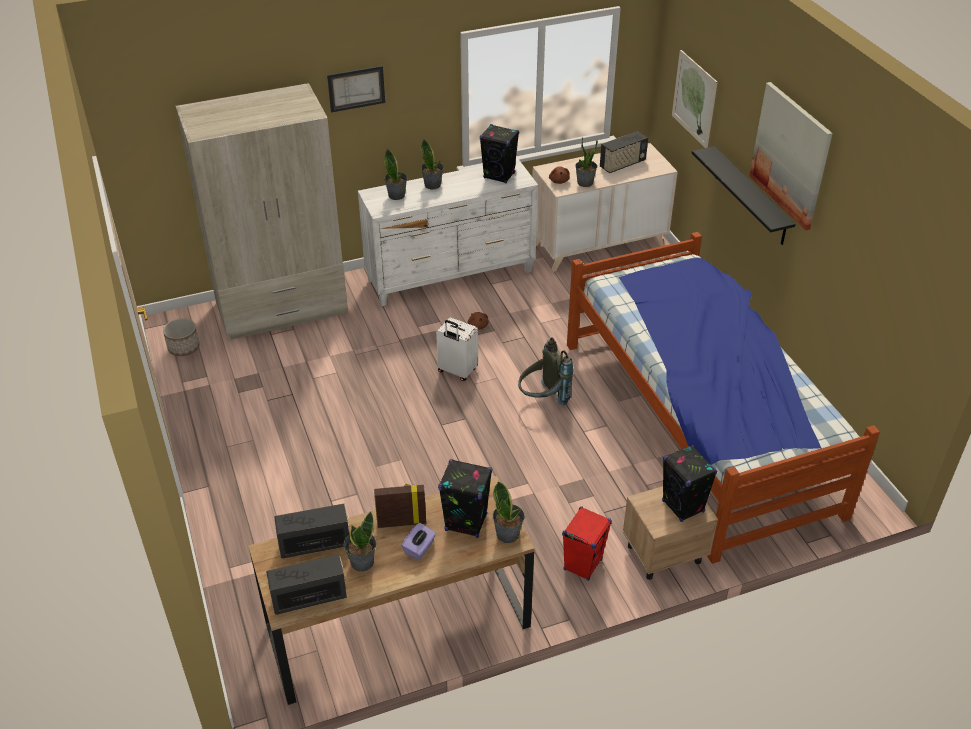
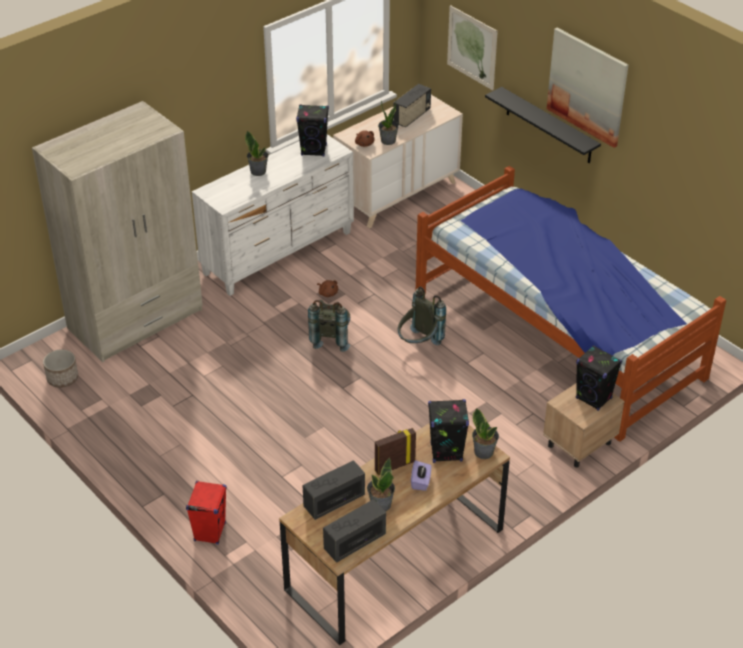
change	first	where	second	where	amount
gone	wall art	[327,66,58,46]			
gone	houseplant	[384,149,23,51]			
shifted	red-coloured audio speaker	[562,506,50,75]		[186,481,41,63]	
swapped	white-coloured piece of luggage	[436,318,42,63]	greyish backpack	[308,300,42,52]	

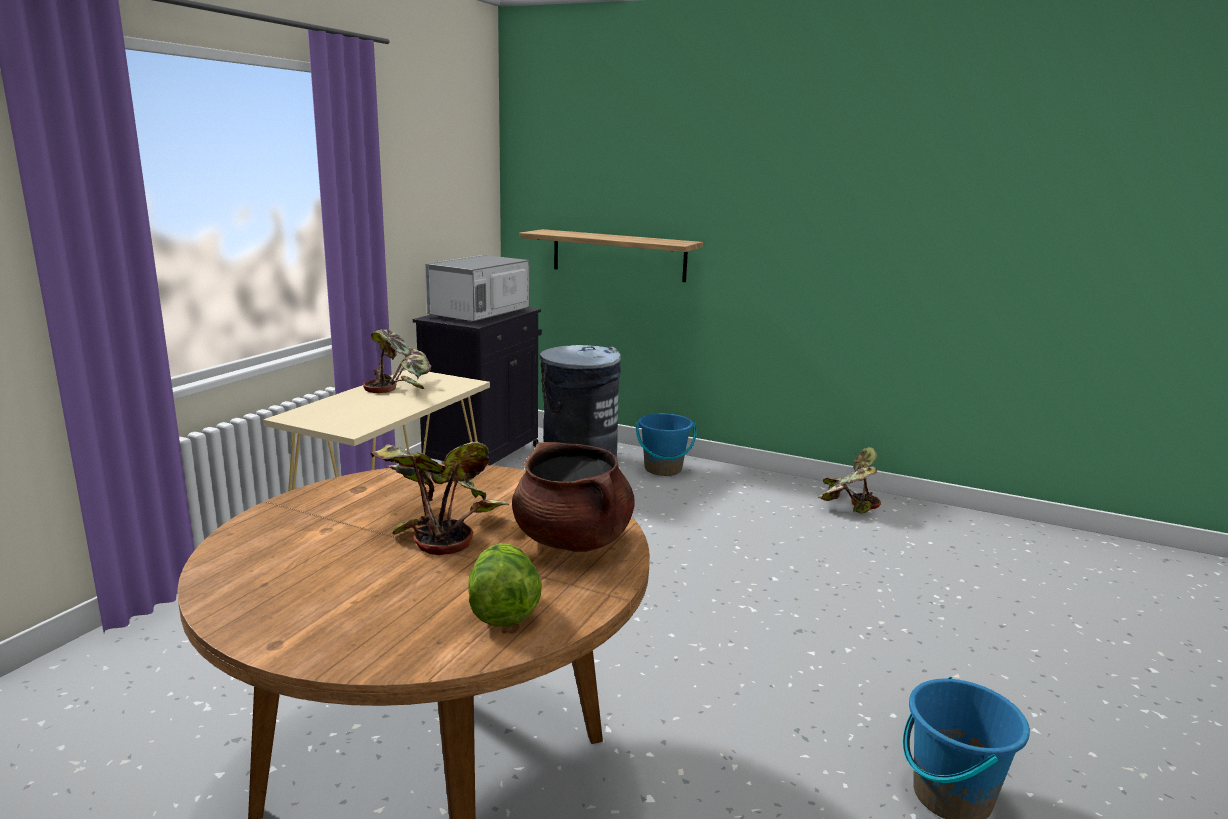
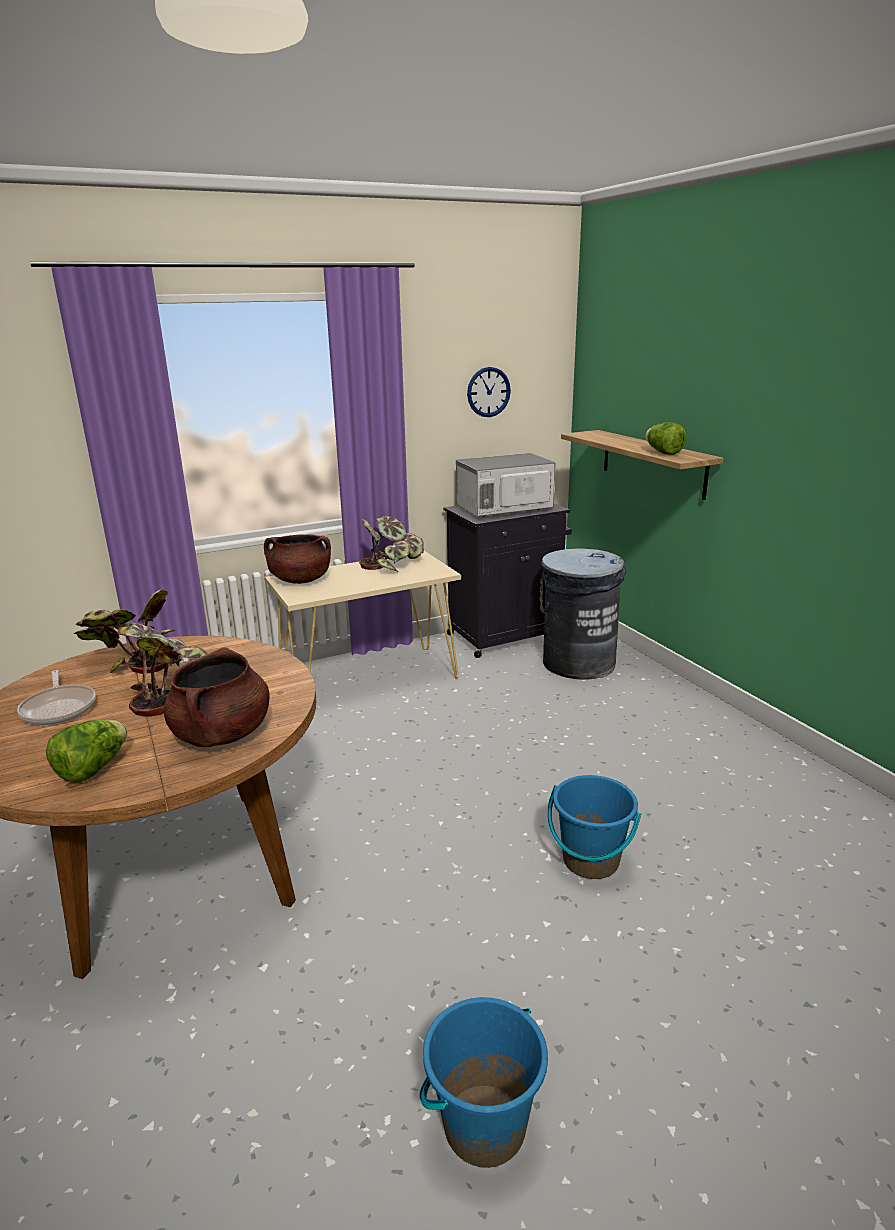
change	first	where	second	where	amount
new			frying pan	[17,670,79,55]	
new			brown saucepot	[264,534,67,50]	
new			clock on the wall	[467,367,44,50]	
new			lettuce	[645,422,41,33]	
shifted	blue-coloured bucket	[635,413,61,63]		[547,775,94,104]	
shifted	houseplant	[817,447,64,66]		[74,589,101,85]	

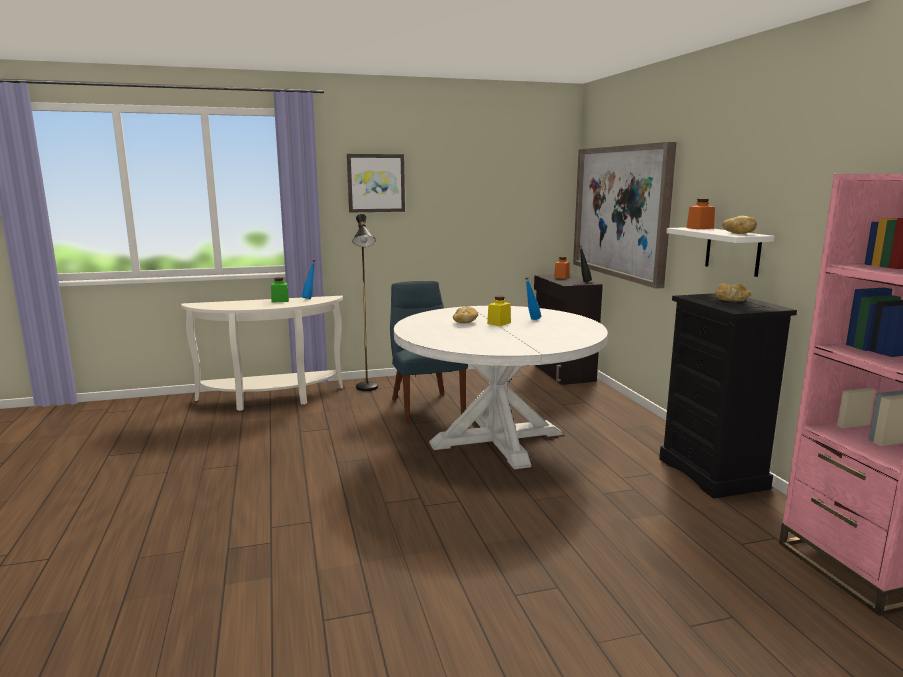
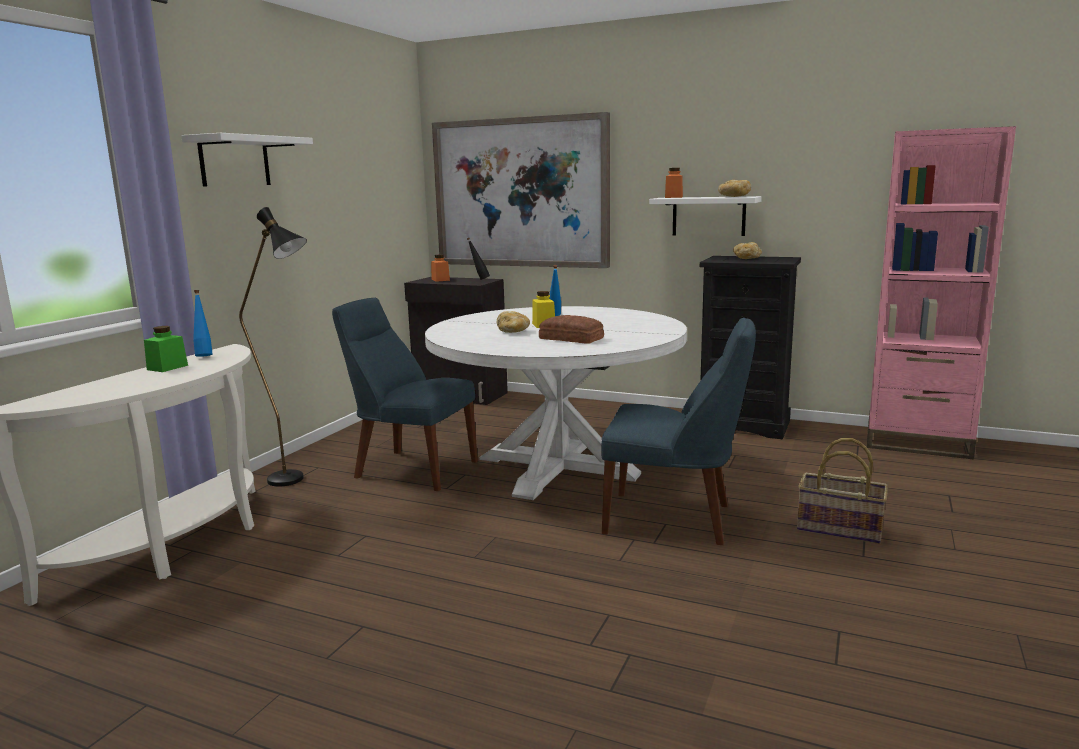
change	first	where	second	where	amount
new			baked bread	[539,315,65,29]	
new			blue-coloured plain chair	[601,317,155,228]	
new			basket	[797,438,91,106]	
swapped	wall art	[347,154,58,59]	white-coloured bracket shelf	[181,133,132,54]	

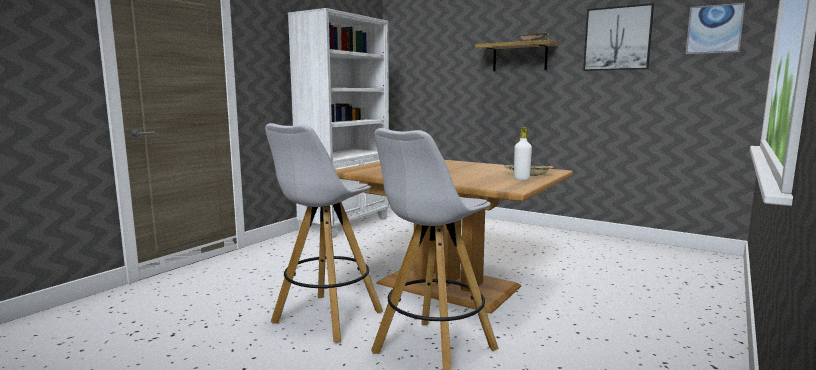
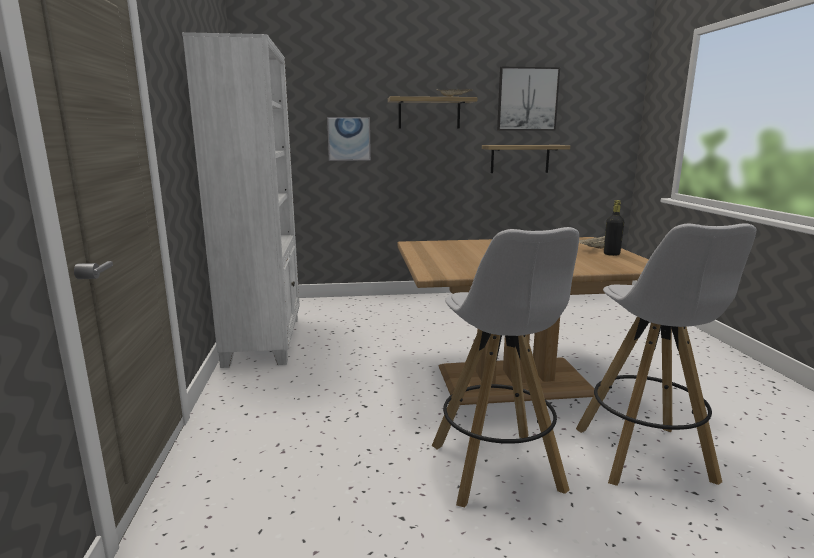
change	first	where	second	where	amount
new			bracket shelf	[482,145,88,28]	
shifted	wall art	[686,3,59,51]		[327,117,44,44]	
repainted	white-coloured drink bottle	[514,127,18,53]	black-coloured drink bottle	[604,200,20,56]	

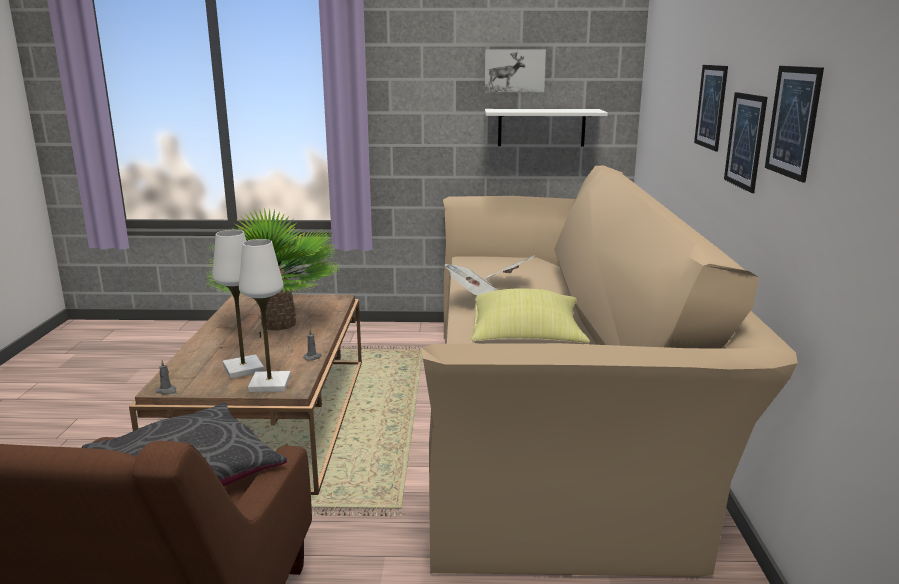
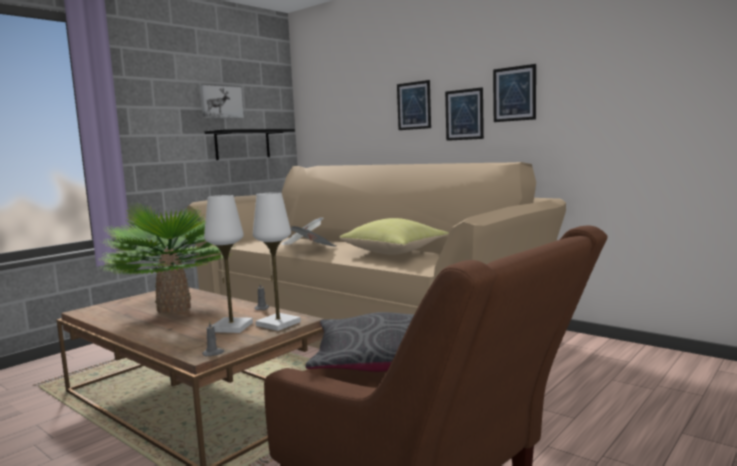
change	first	where	second	where	amount
repainted	white-coloured bracket shelf	[485,109,123,38]	black-coloured bracket shelf	[205,129,90,31]	

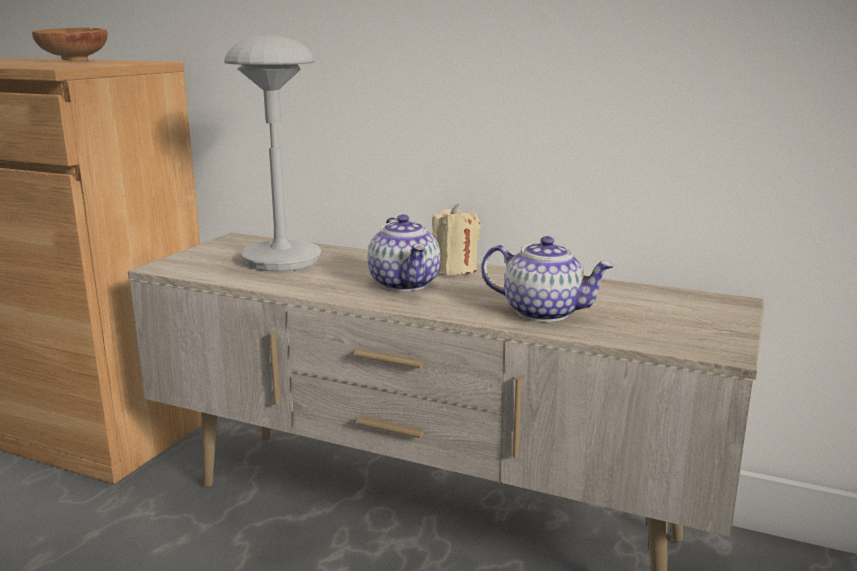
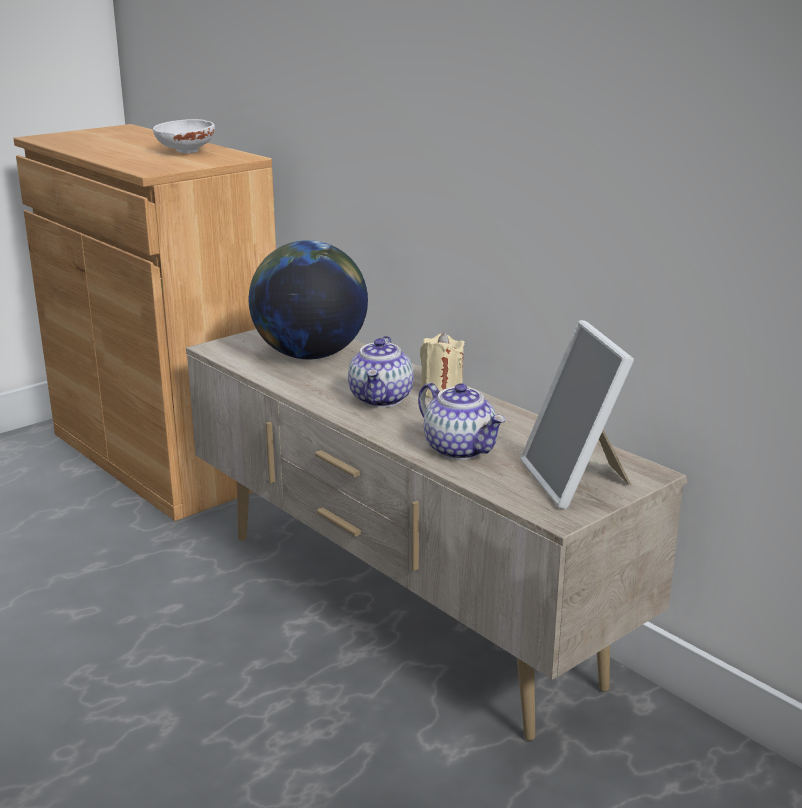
change	first	where	second	where	amount
new			photo frame	[521,320,113,189]	
swapped	greyish table lamp	[224,35,98,237]	globe	[249,240,119,120]	
repainted	brown bowl	[32,27,76,34]	white-coloured bowl	[153,119,62,34]	

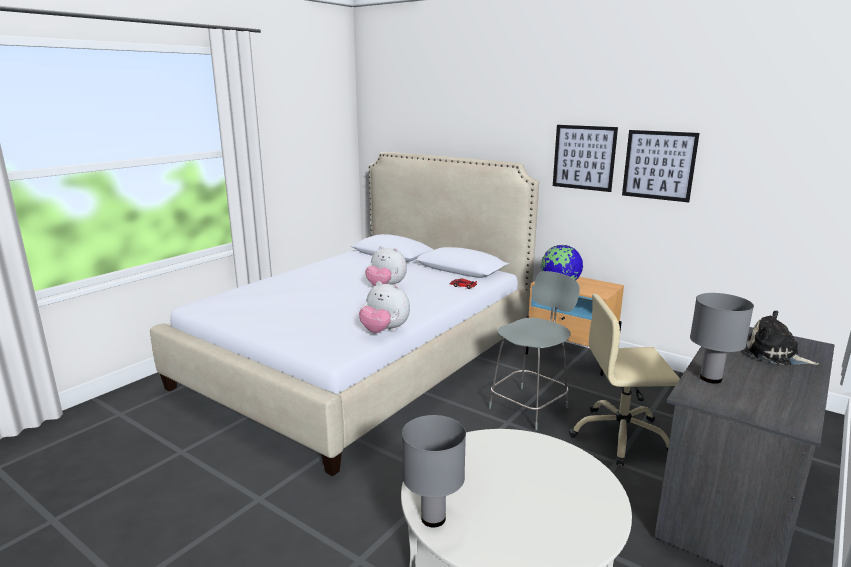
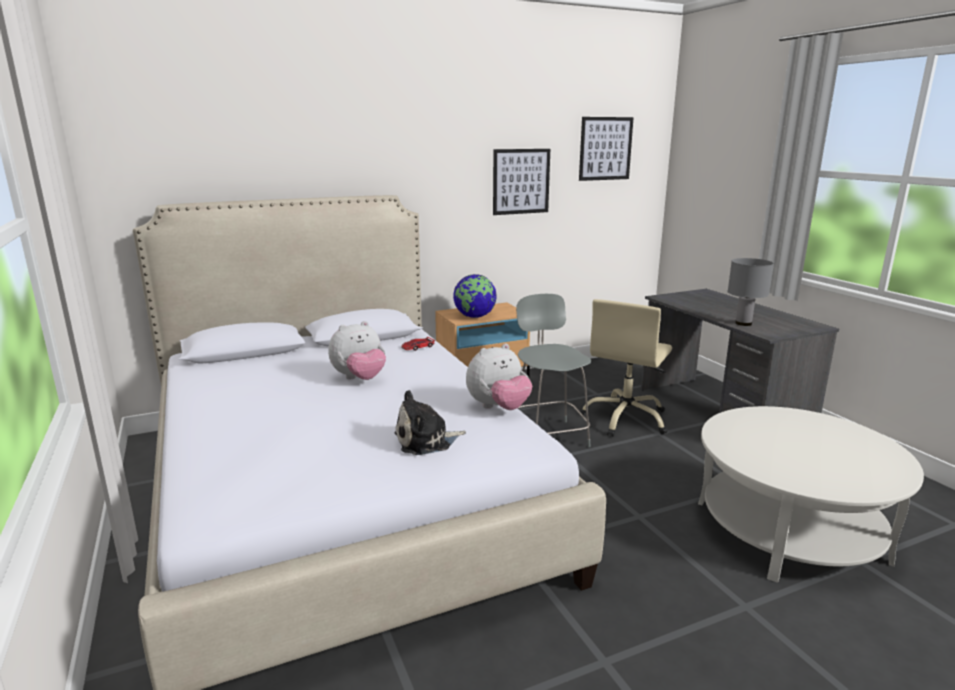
change	first	where	second	where	amount
gone	greyish table lamp	[402,415,64,112]			
shifted	wall art	[553,125,65,67]		[579,117,55,64]	
shifted	soft toy	[745,311,74,55]		[394,390,72,65]	

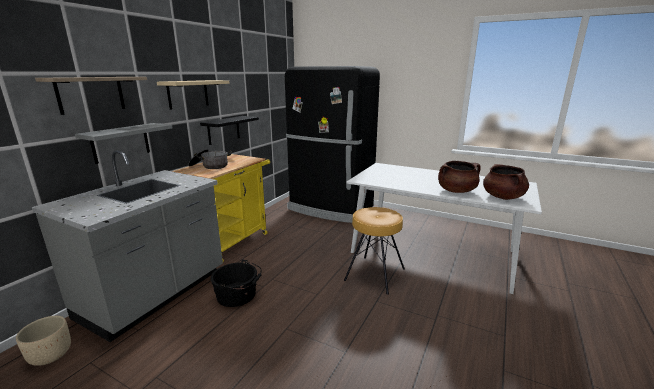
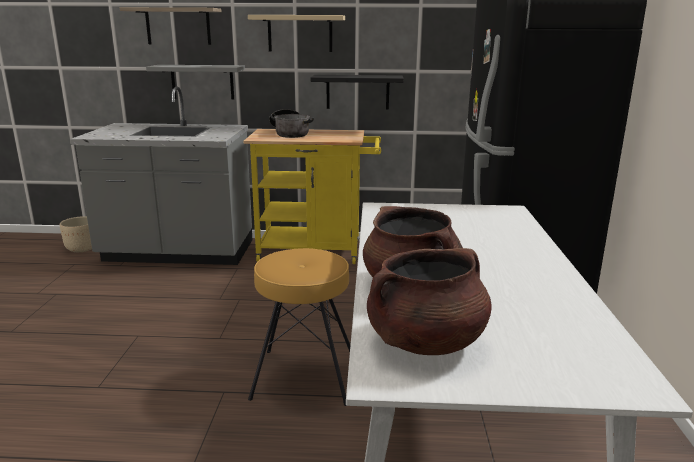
change	first	where	second	where	amount
gone	black-coloured bucket	[211,259,51,48]			

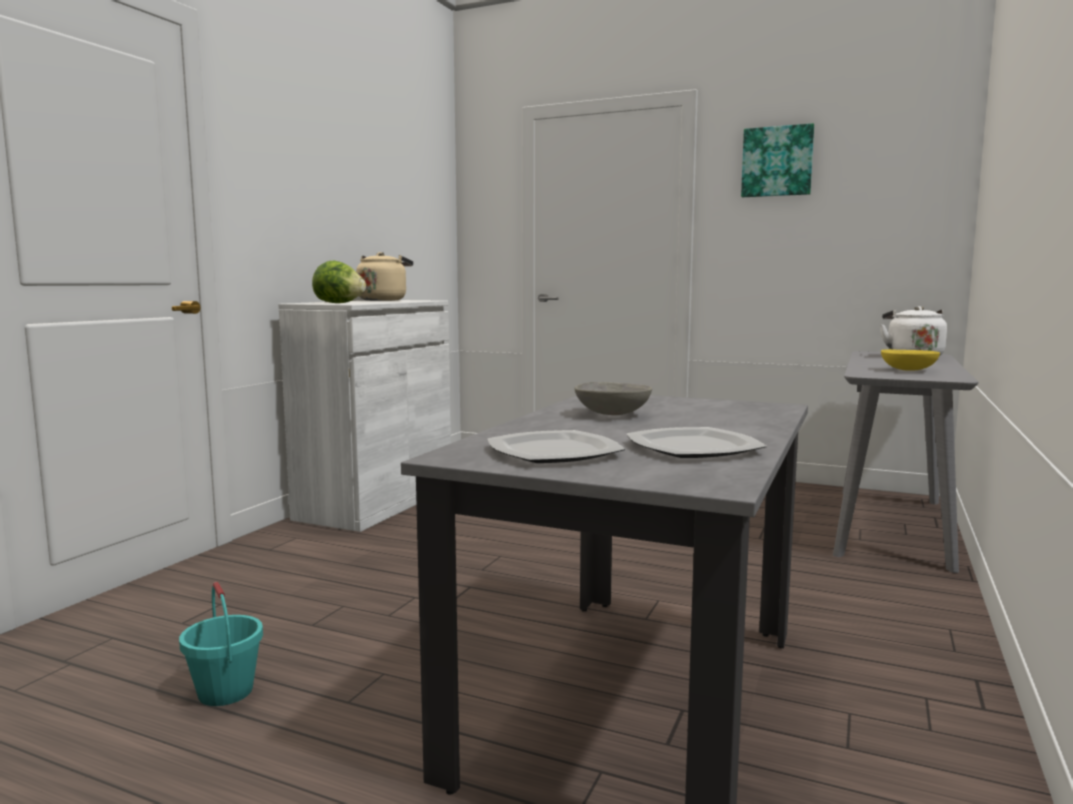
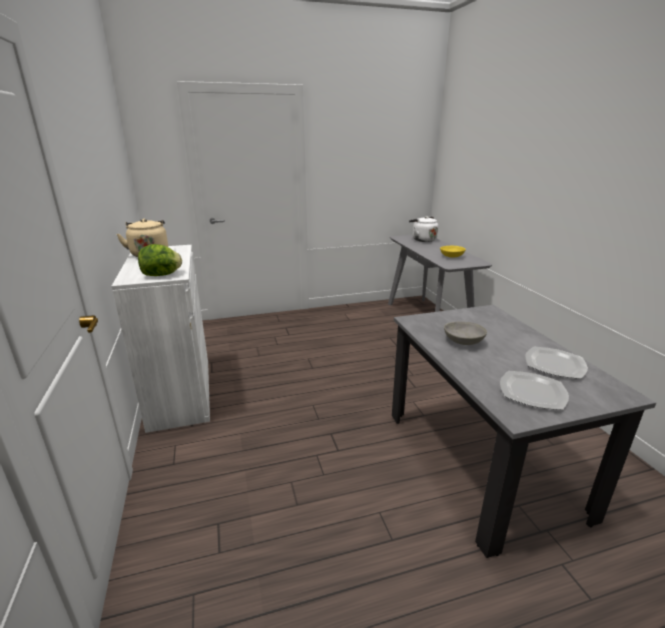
change	first	where	second	where	amount
gone	turquoise-coloured bucket	[179,582,84,124]			
gone	wall art	[741,123,73,74]			

